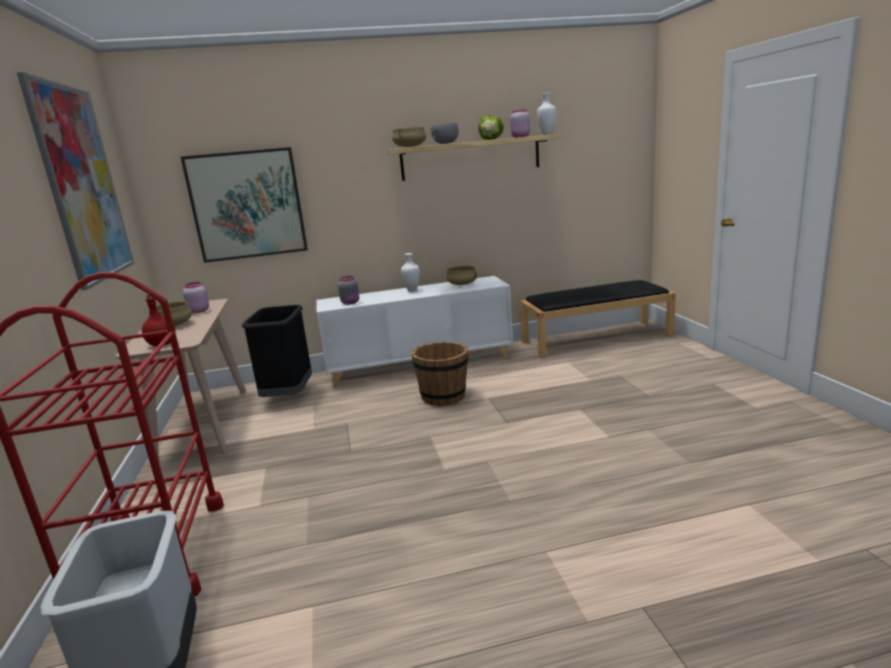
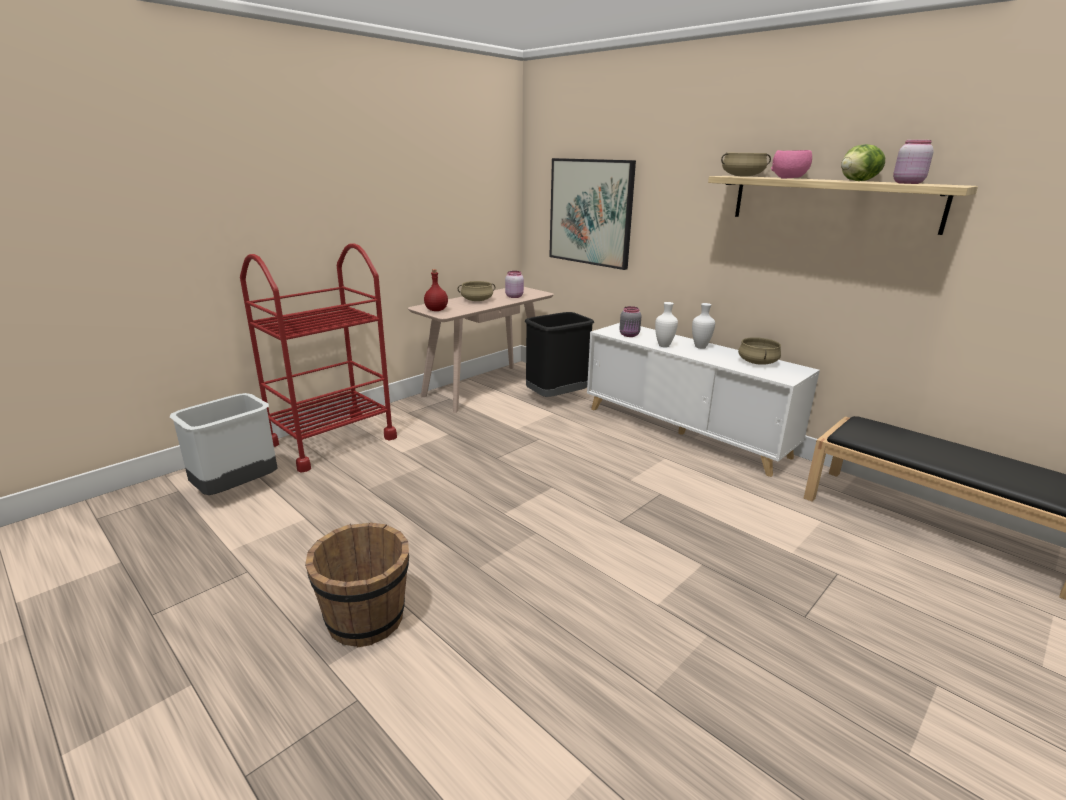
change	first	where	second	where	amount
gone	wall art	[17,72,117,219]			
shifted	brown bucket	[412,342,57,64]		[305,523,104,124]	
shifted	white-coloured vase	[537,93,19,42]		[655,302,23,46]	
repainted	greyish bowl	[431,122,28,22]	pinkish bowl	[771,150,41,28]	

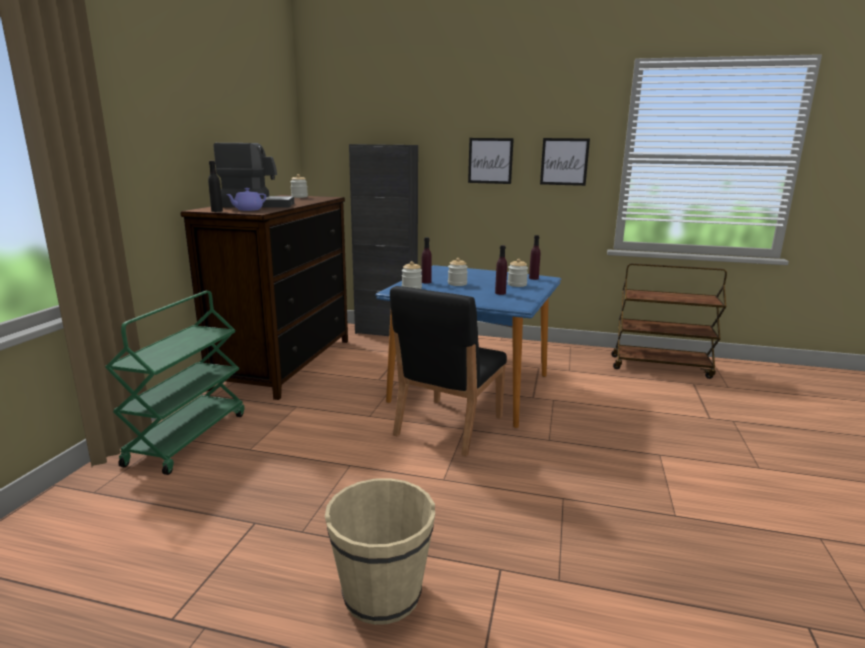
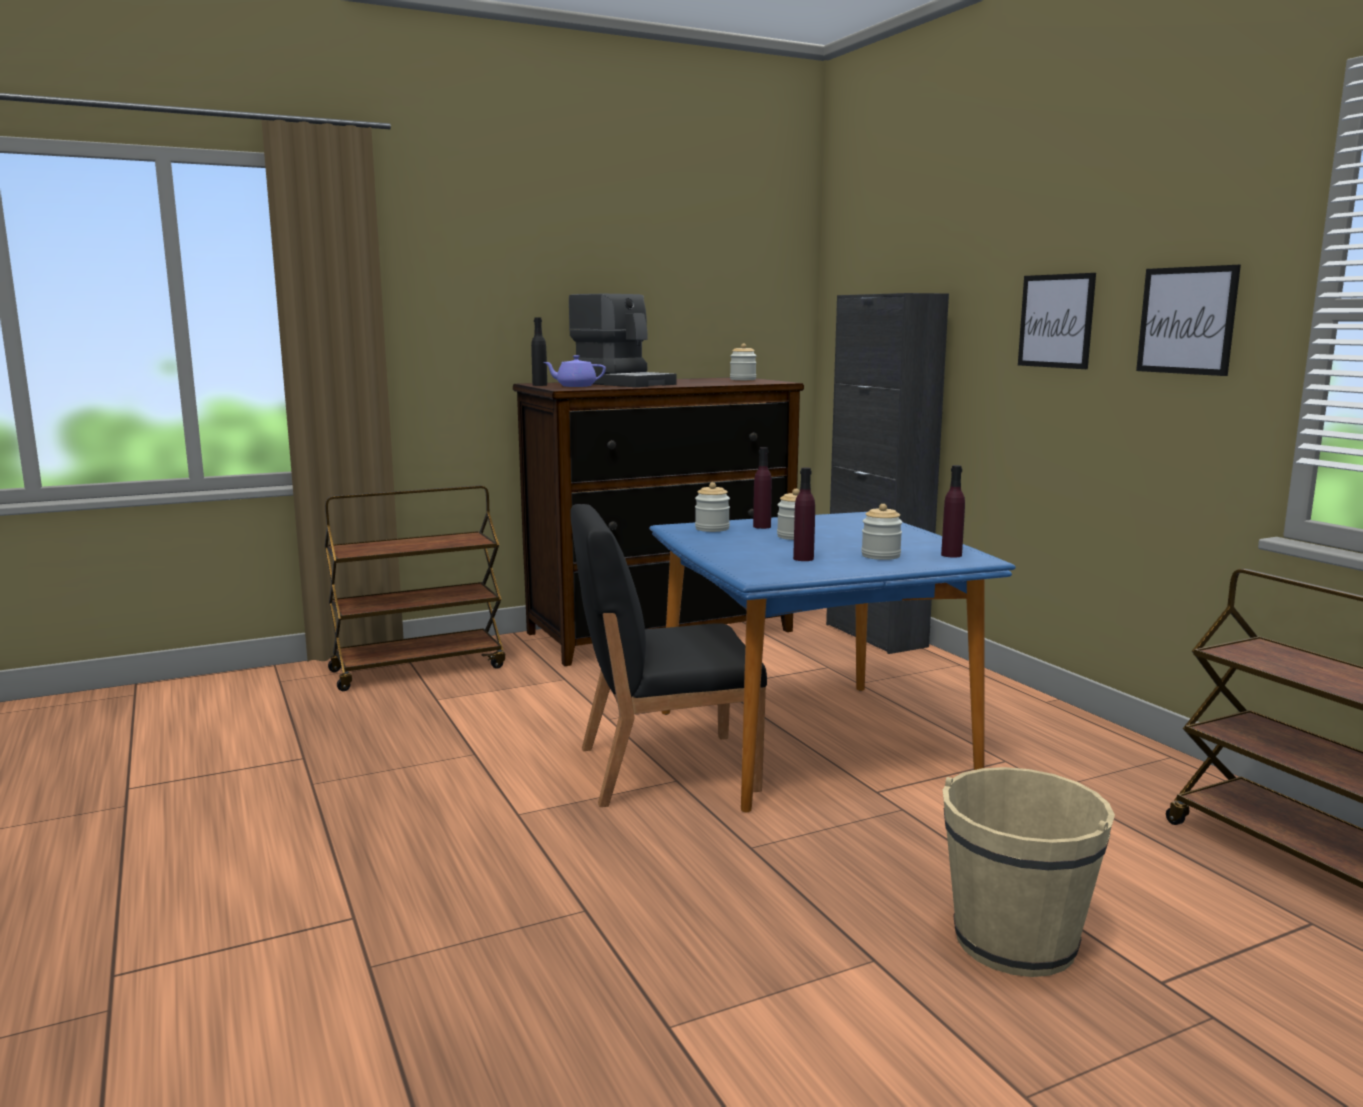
change	first	where	second	where	amount
shifted	beige-coloured bucket	[325,478,110,147]		[943,767,172,210]	
repainted	green-coloured wheeled cart	[105,291,139,184]	brown wheeled cart	[325,485,180,206]	

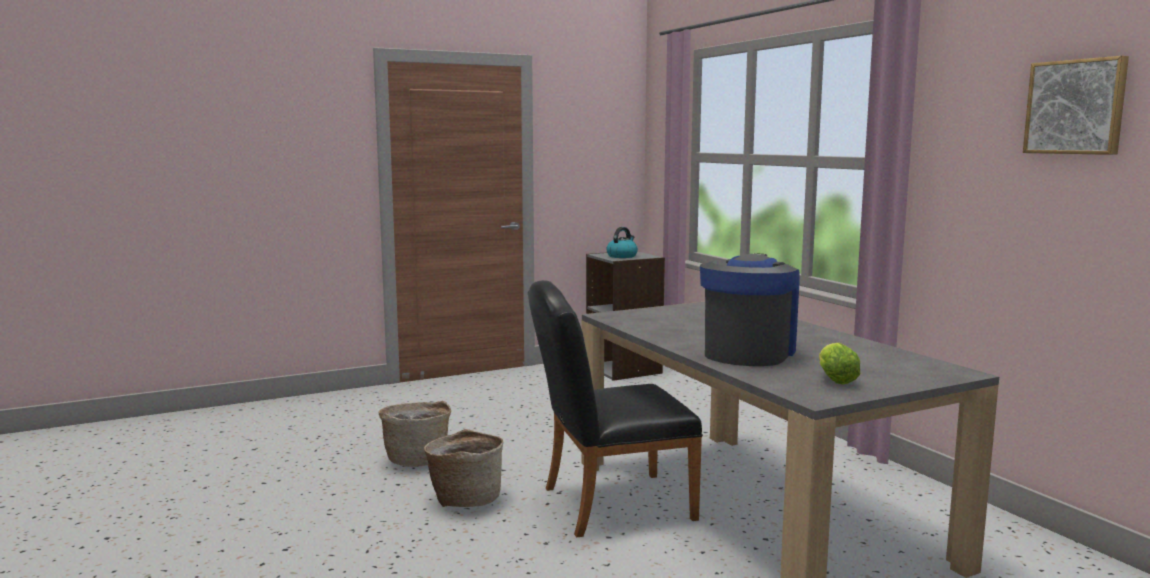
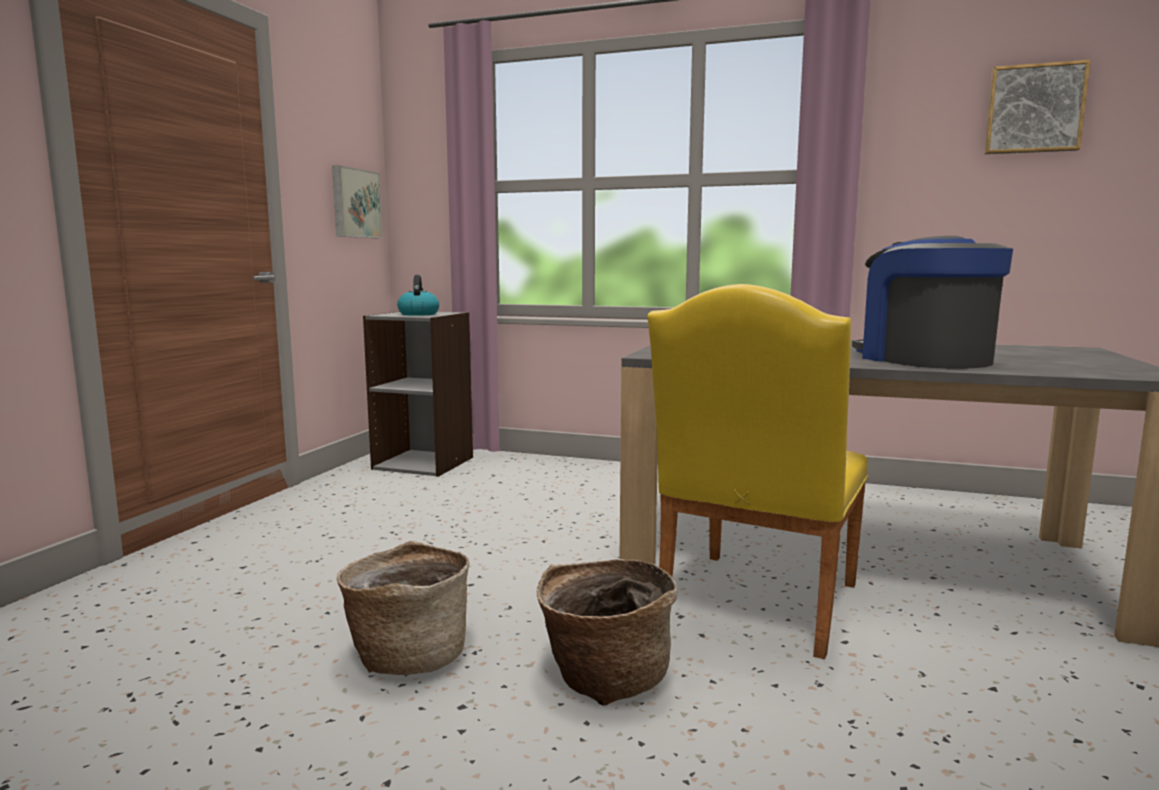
change	first	where	second	where	amount
gone	lettuce	[819,343,41,42]			
new			wall art	[332,165,50,73]	
repainted	black-coloured plain chair	[528,280,175,258]	yellowish plain chair	[648,284,220,375]	

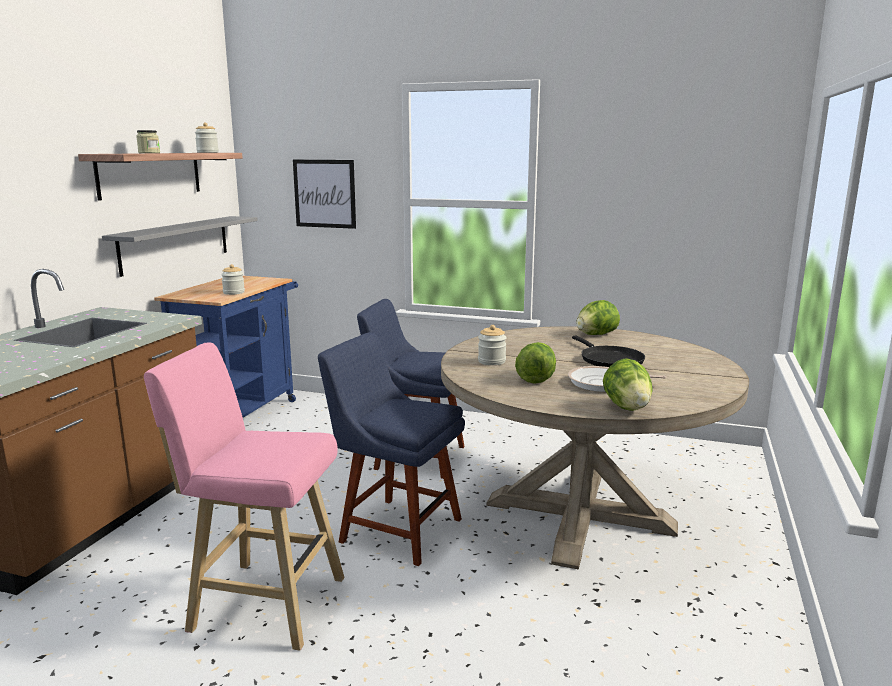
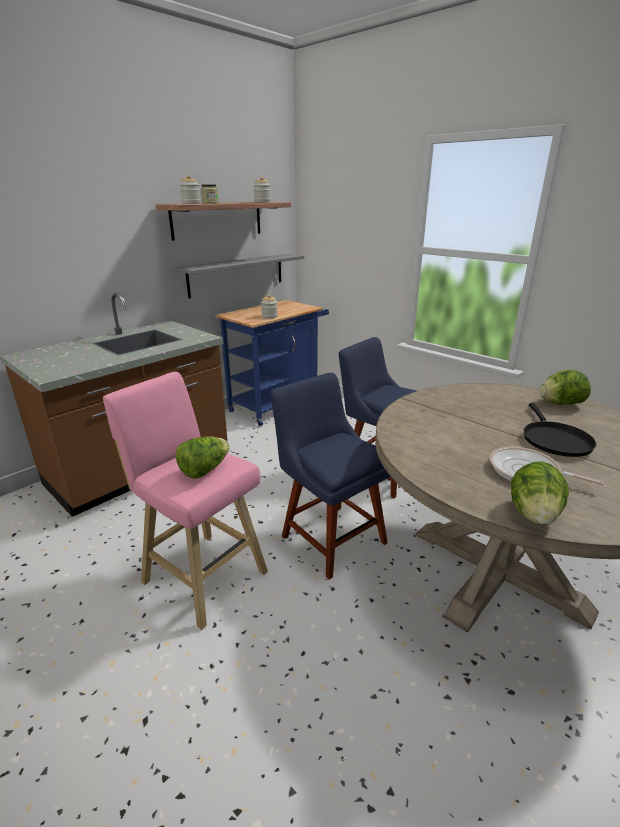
change	first	where	second	where	amount
gone	wall art	[293,160,63,69]			
shifted	storage jar	[478,325,29,40]		[180,175,21,29]	
shifted	lettuce	[515,342,41,42]		[175,436,54,43]	

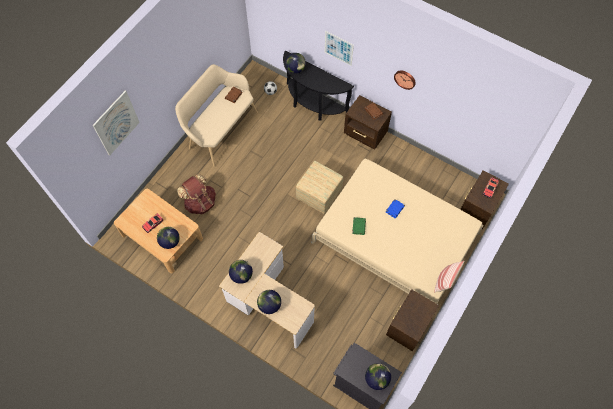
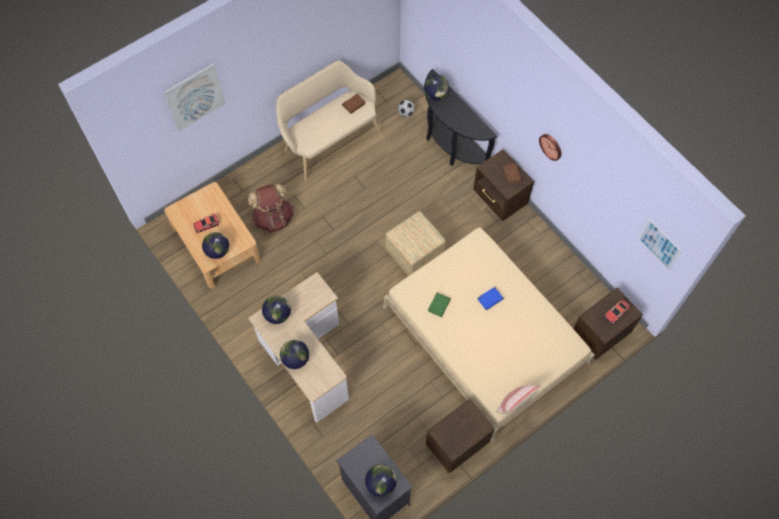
change	first	where	second	where	amount
shifted	wall art	[325,31,29,35]		[638,218,44,53]	

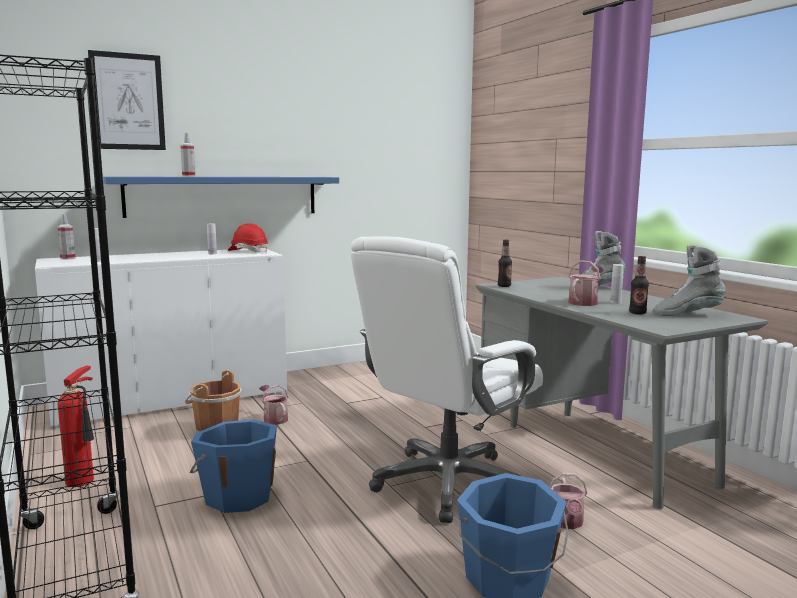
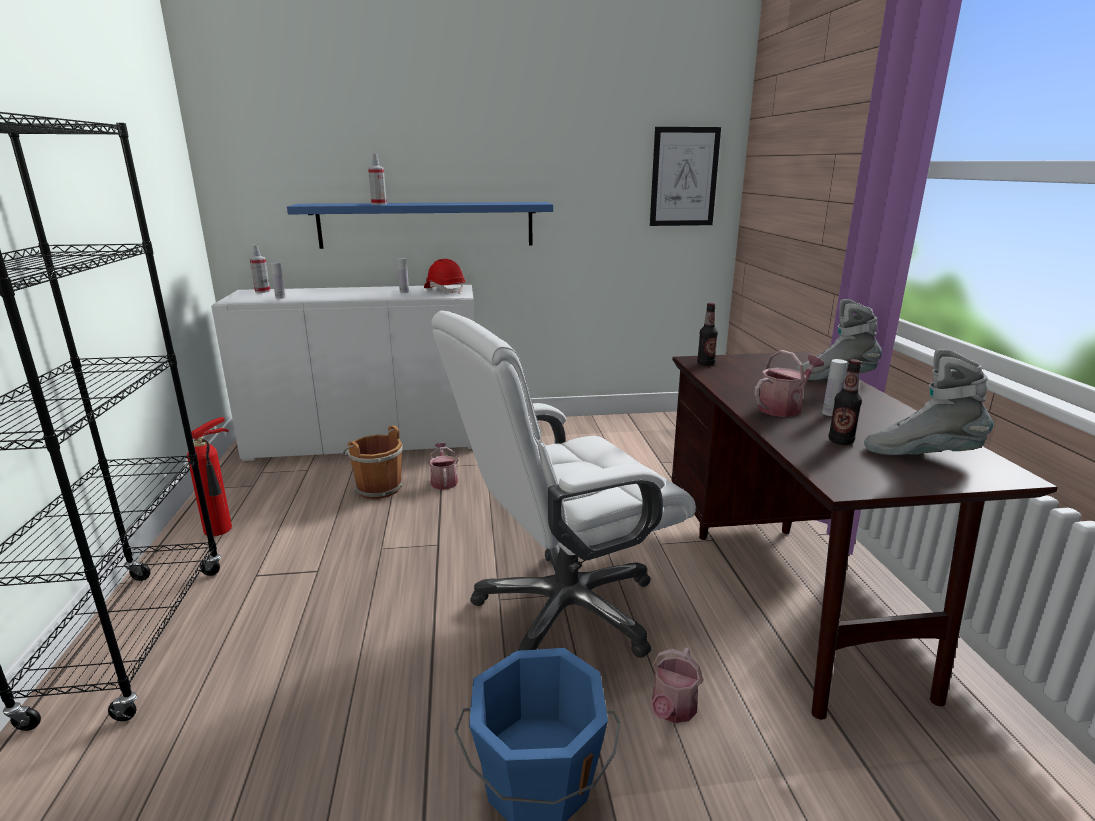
change	first	where	second	where	amount
gone	blue-coloured bucket	[189,419,88,94]			
shifted	wall art	[88,50,78,100]		[650,127,71,99]	
repainted	greyish desk	[475,277,293,232]	brown desk	[671,352,387,368]	

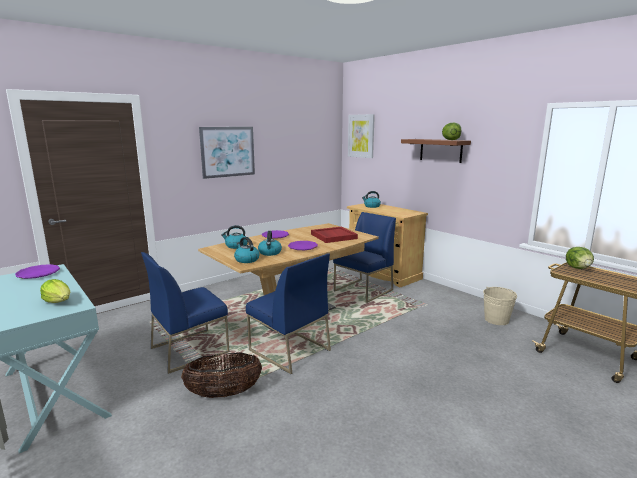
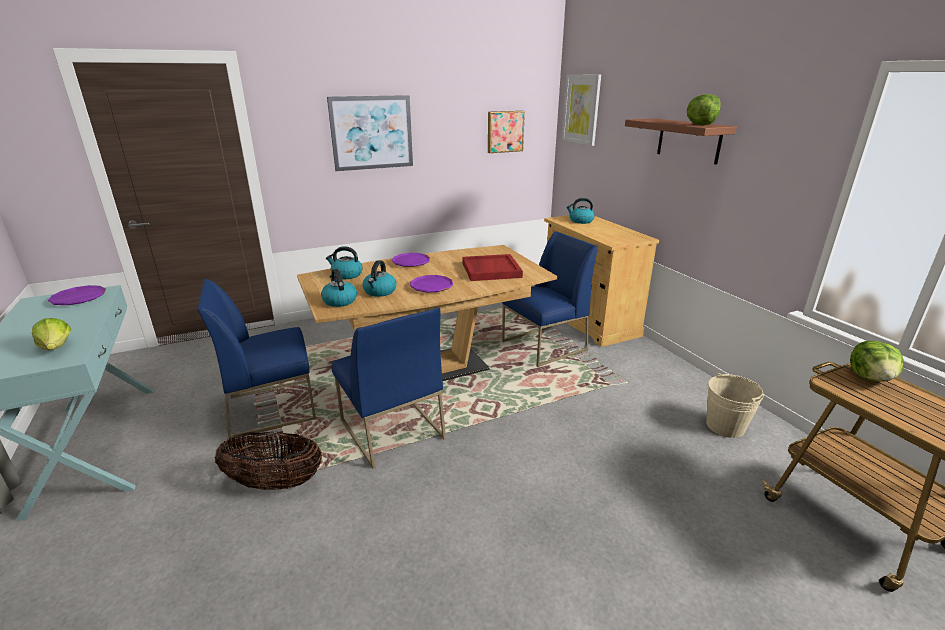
change	first	where	second	where	amount
new			wall art	[488,111,37,42]	

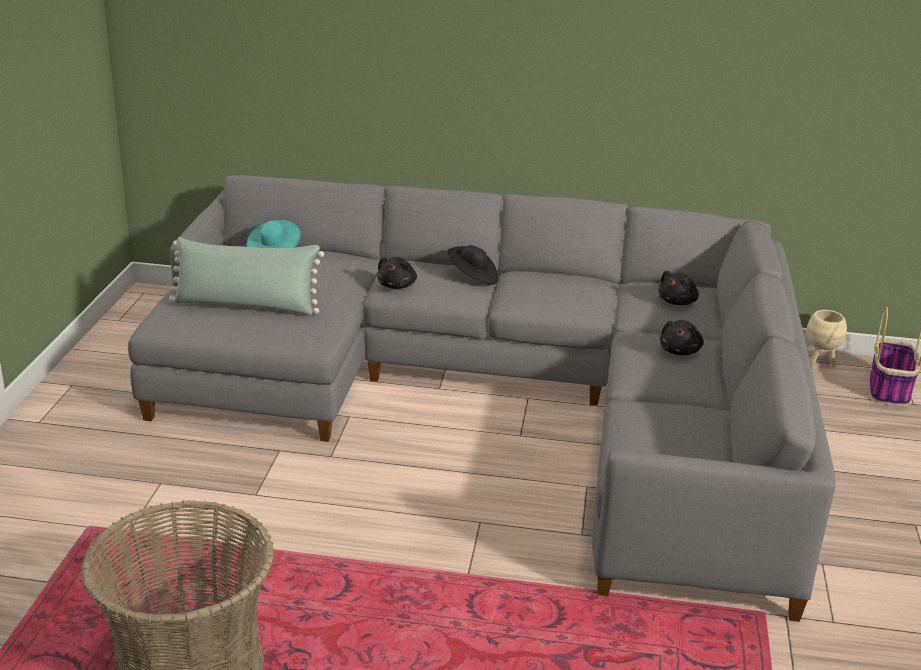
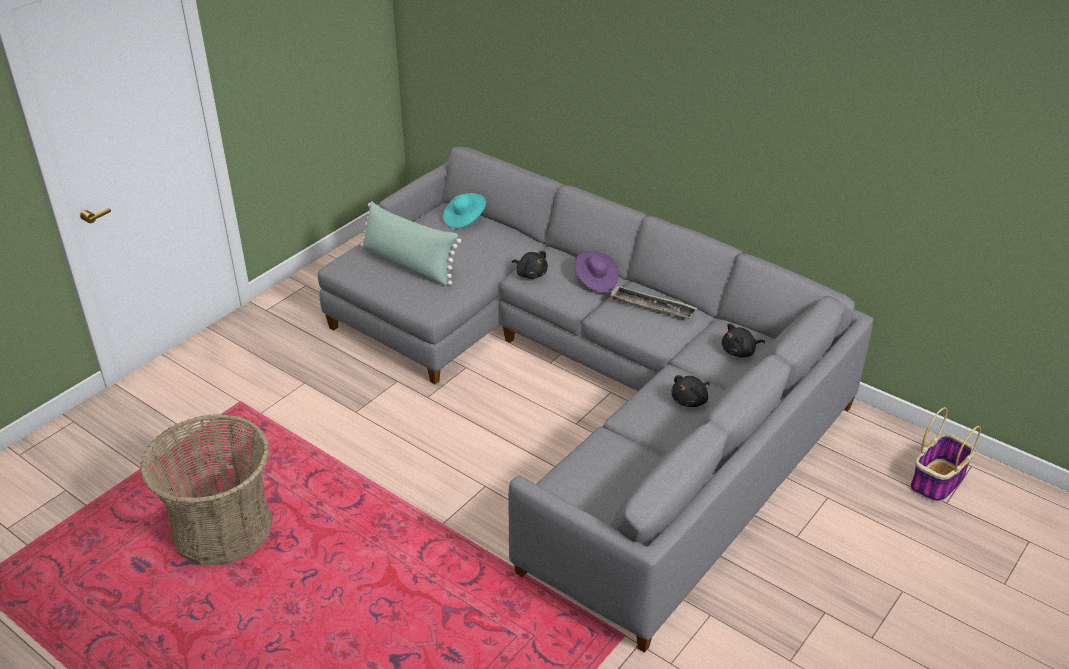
change	first	where	second	where	amount
gone	beige-coloured planter	[806,310,41,57]			
new			carrying tray	[610,286,87,33]	
repainted	black-coloured clothing hat	[447,245,51,40]	purple-coloured clothing hat	[575,252,44,41]	
rotated	black-coloured soft toy	[377,257,40,32]		[512,251,36,28]	90 degrees counterclockwise

